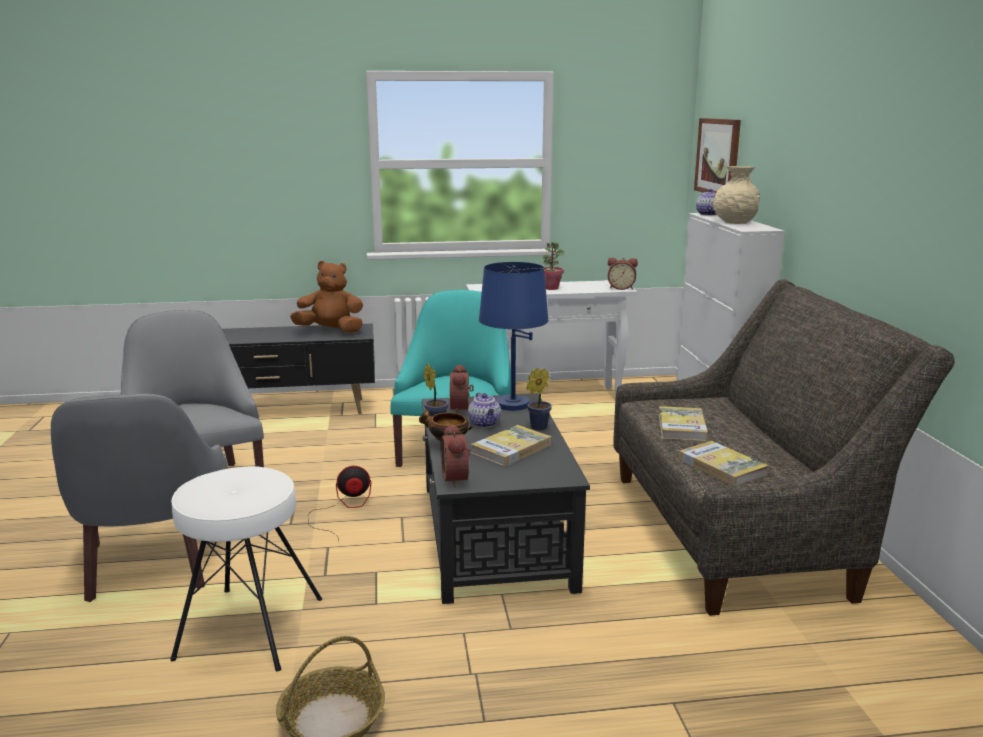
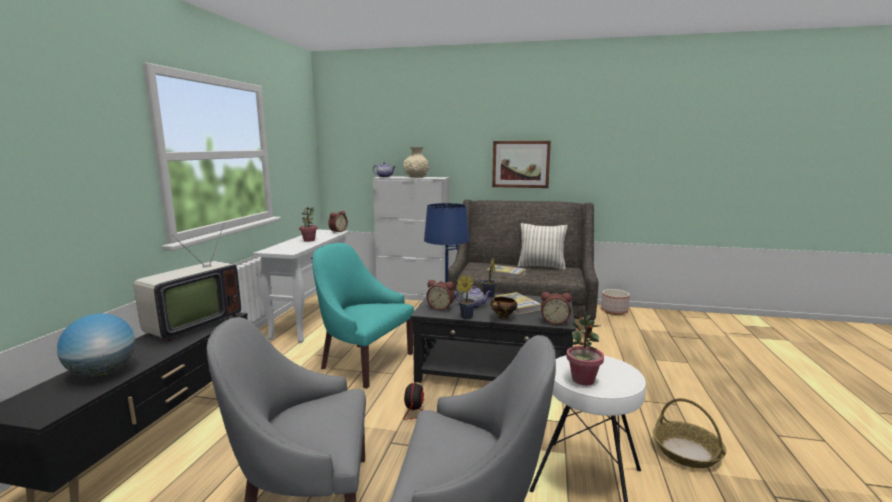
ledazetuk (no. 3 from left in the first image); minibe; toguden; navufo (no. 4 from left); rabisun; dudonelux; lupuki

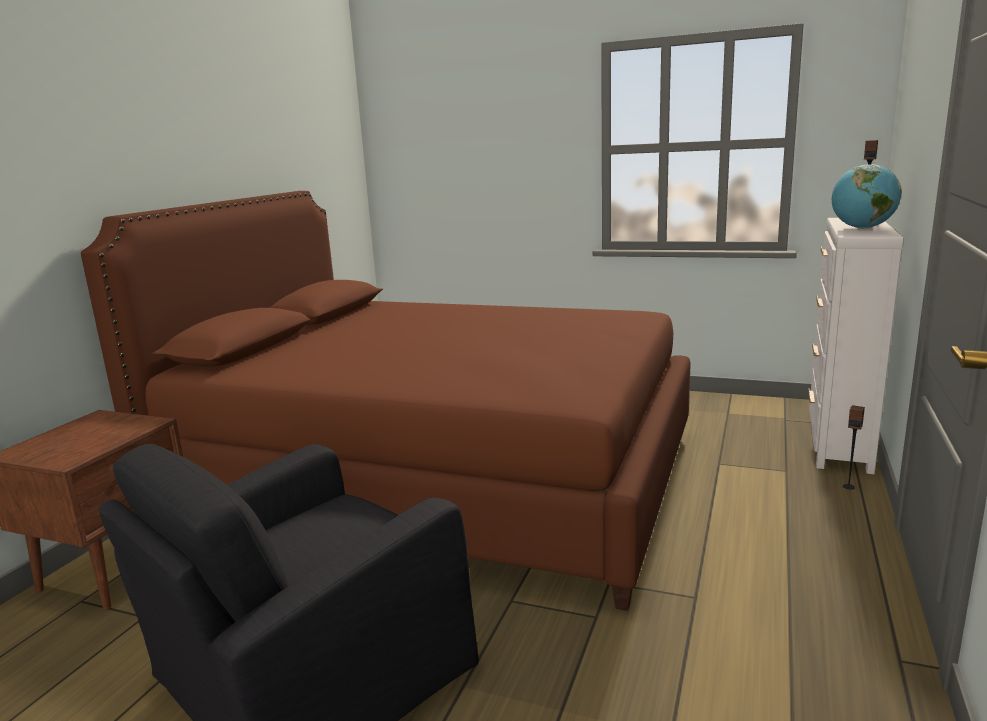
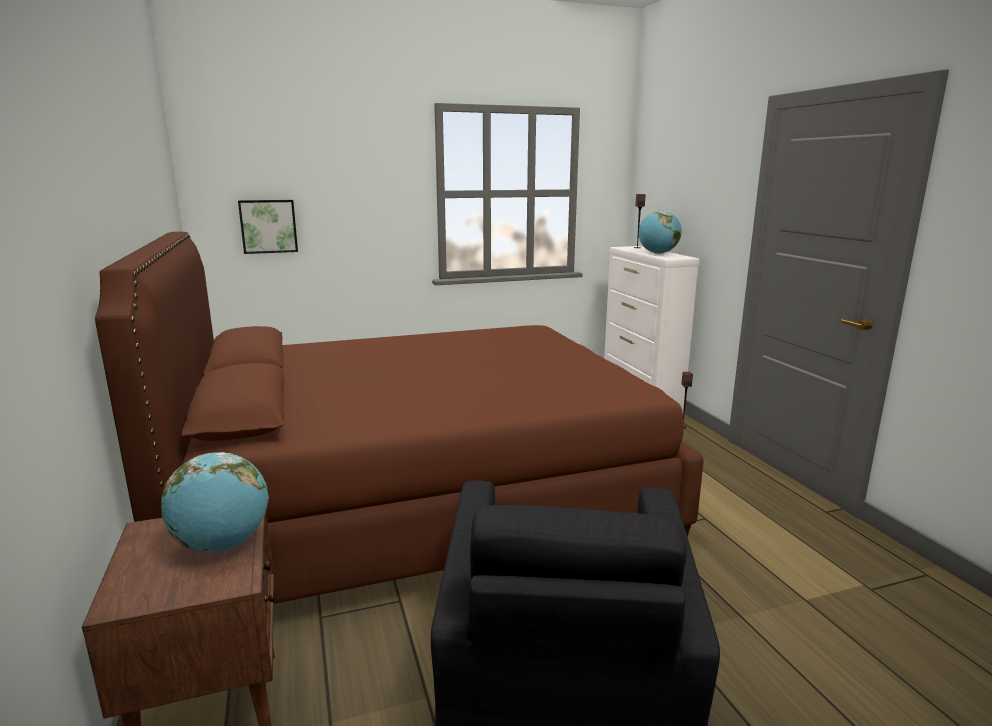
minibe (no. 1 from left); dudonelux

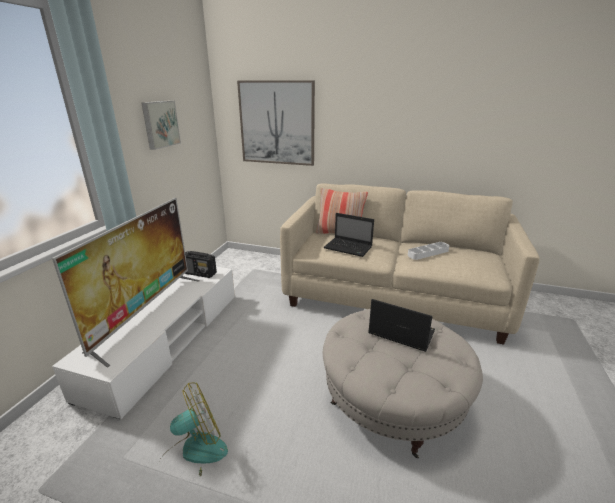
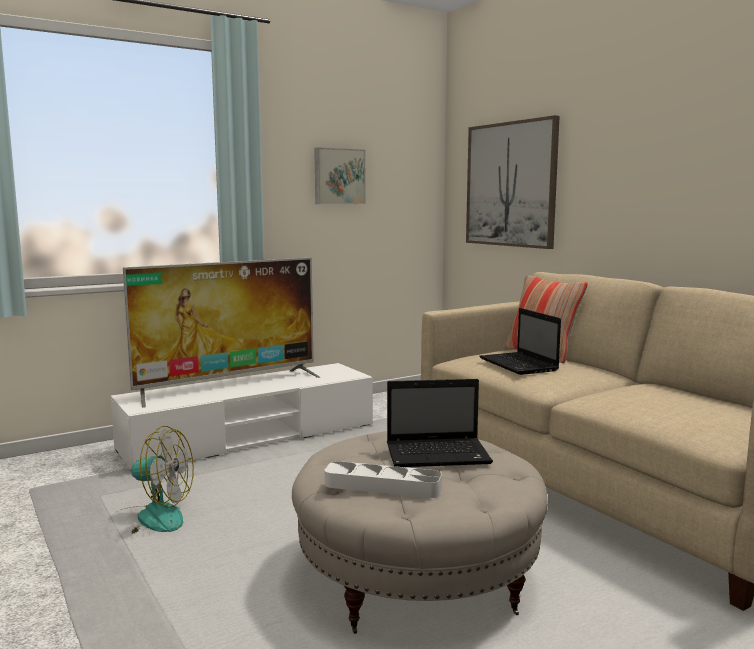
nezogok; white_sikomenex; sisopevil (no. 1 from left)

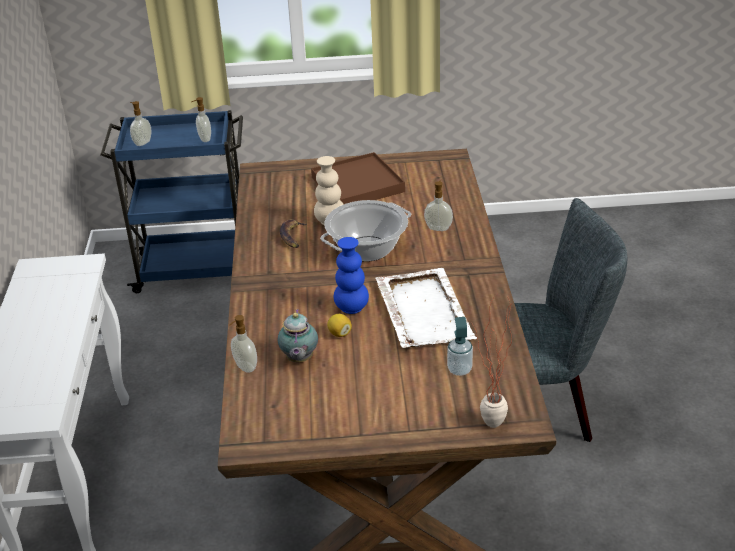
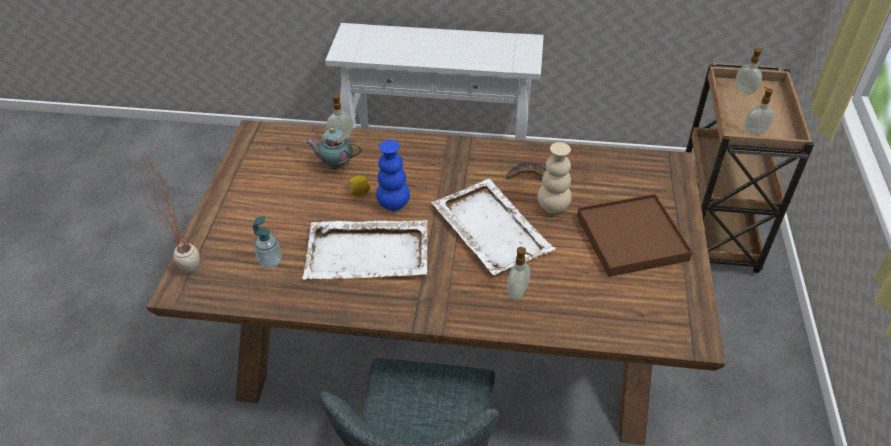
white_sikomenex (no. 2 from left); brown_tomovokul

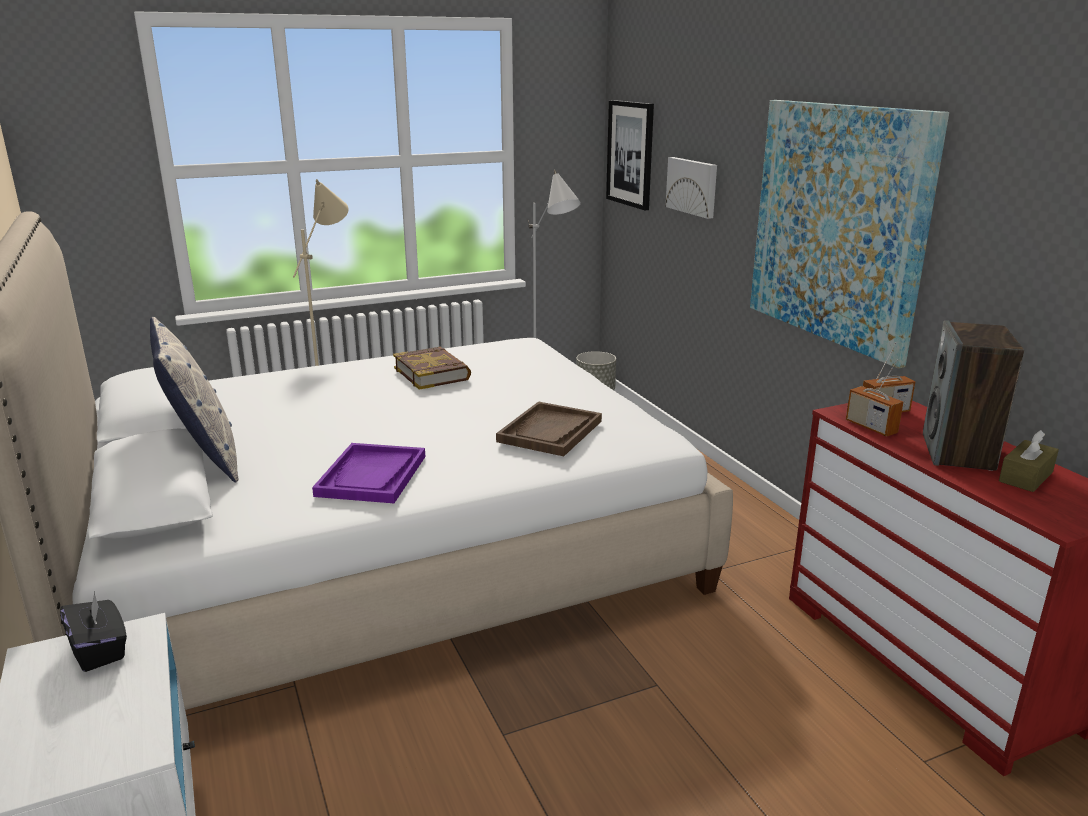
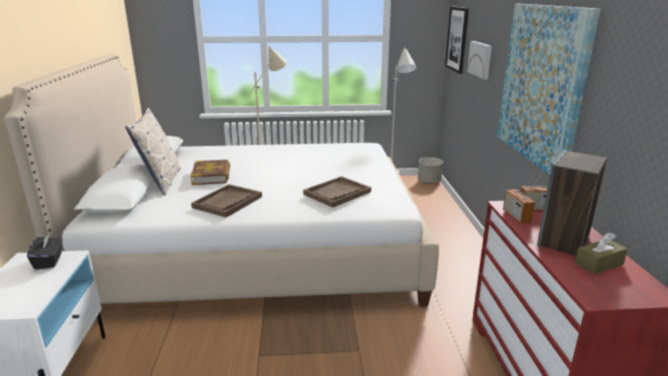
ledazetuk; brown_sikomenex (no. 1 from left)

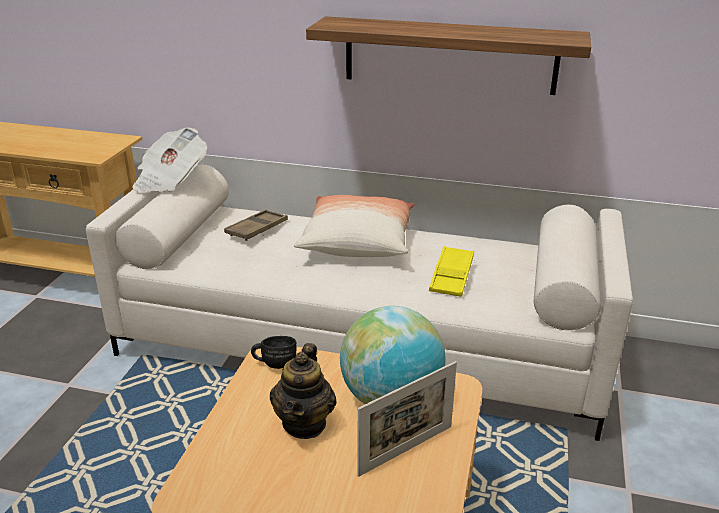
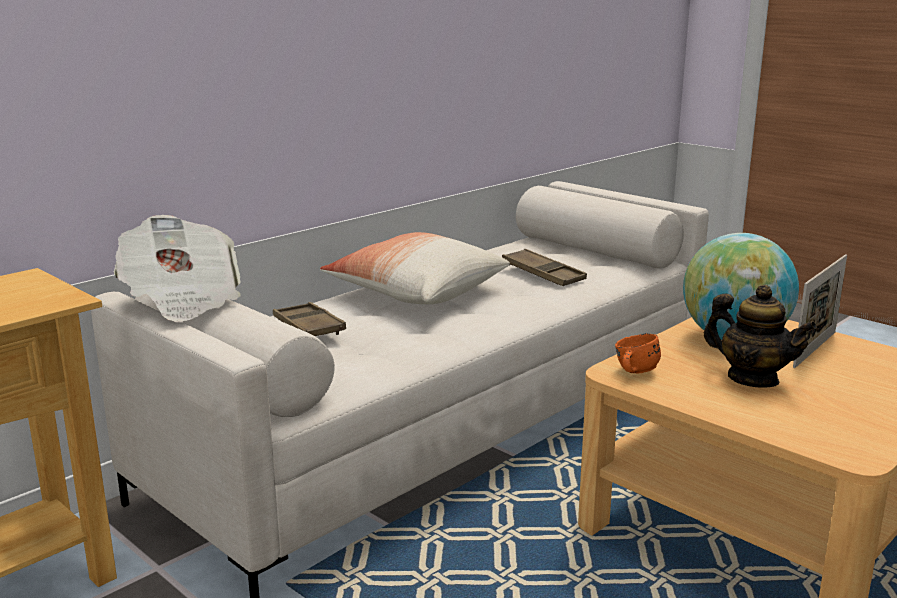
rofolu; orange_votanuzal; brown_sikomenex (no. 2 from left); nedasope

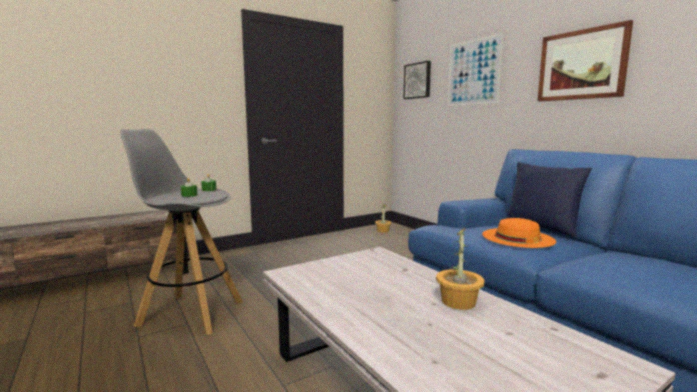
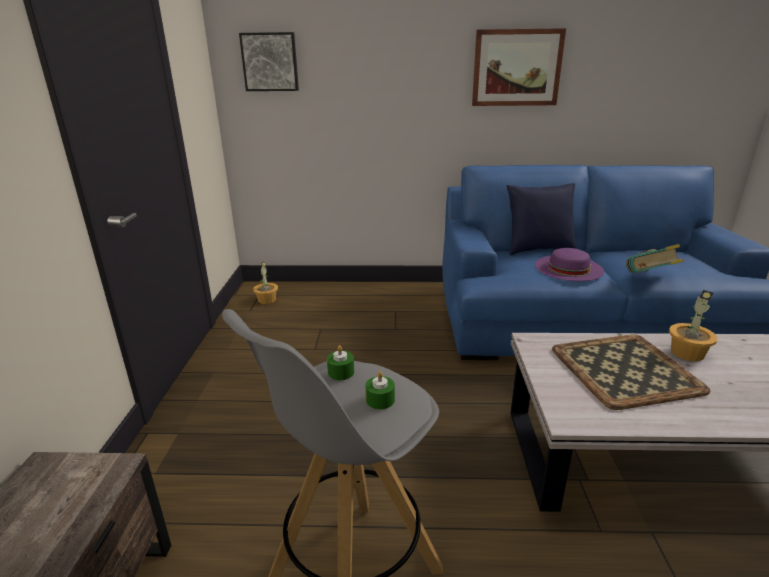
dudonelux (no. 2 from left in the first image); sikomenex; ledazetuk; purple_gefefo

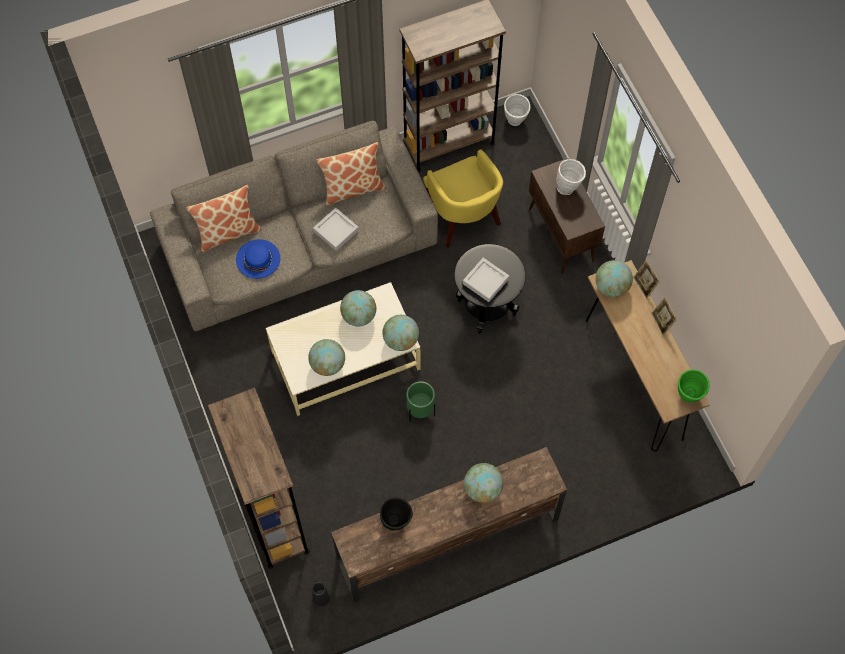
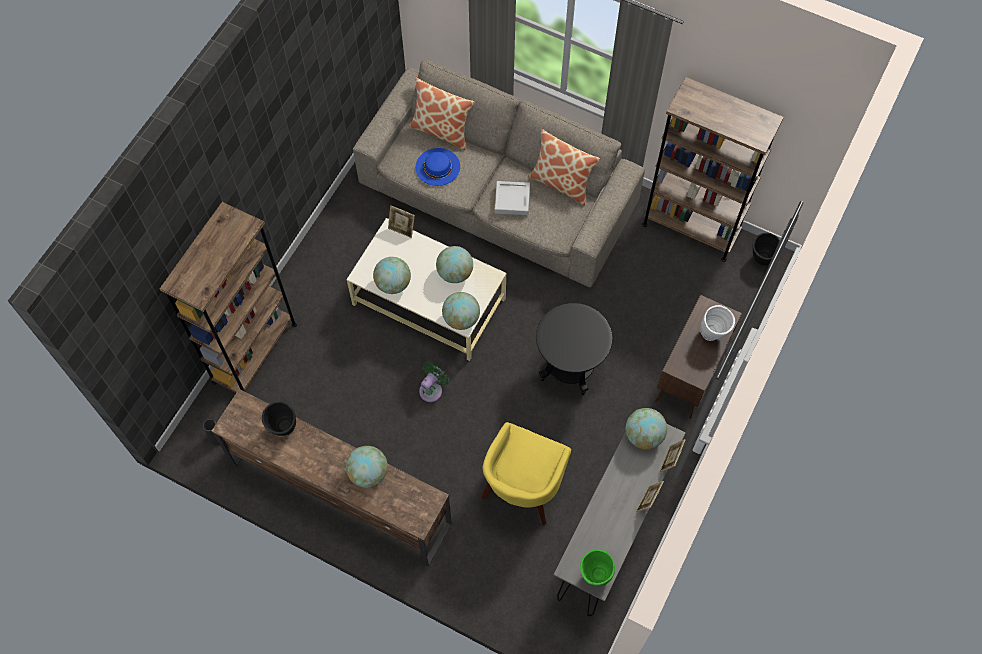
grey_sikomenex (no. 2 from left in the first image); nedasope (no. 1 from left); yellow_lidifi; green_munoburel; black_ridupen (no. 3 from left); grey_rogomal

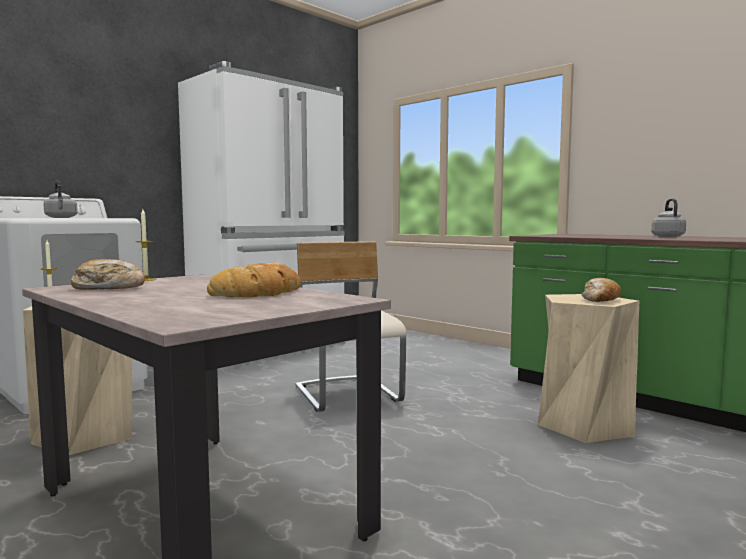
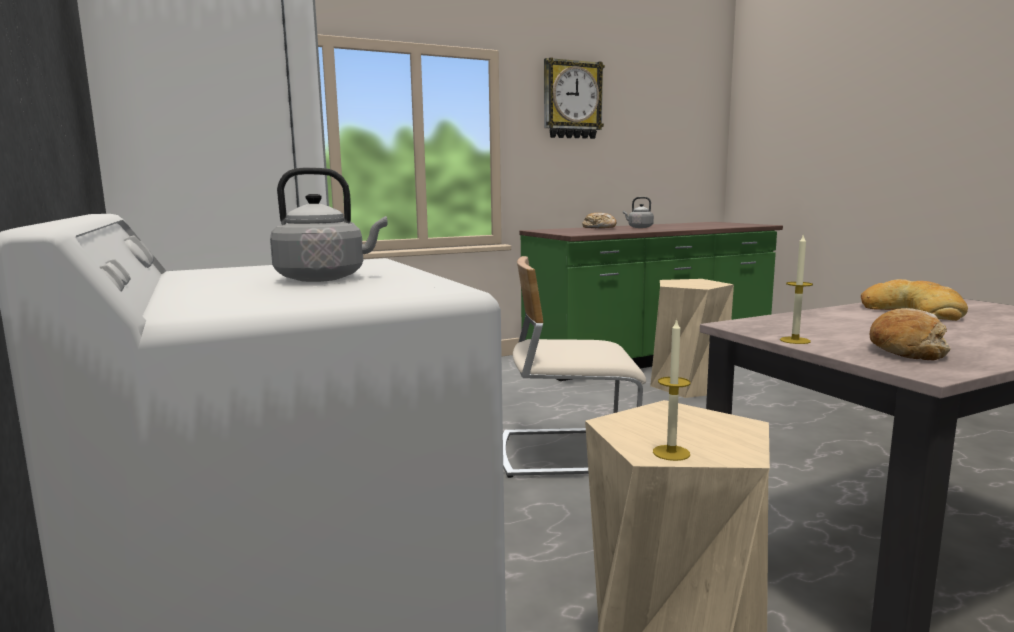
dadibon; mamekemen (no. 1 from left)

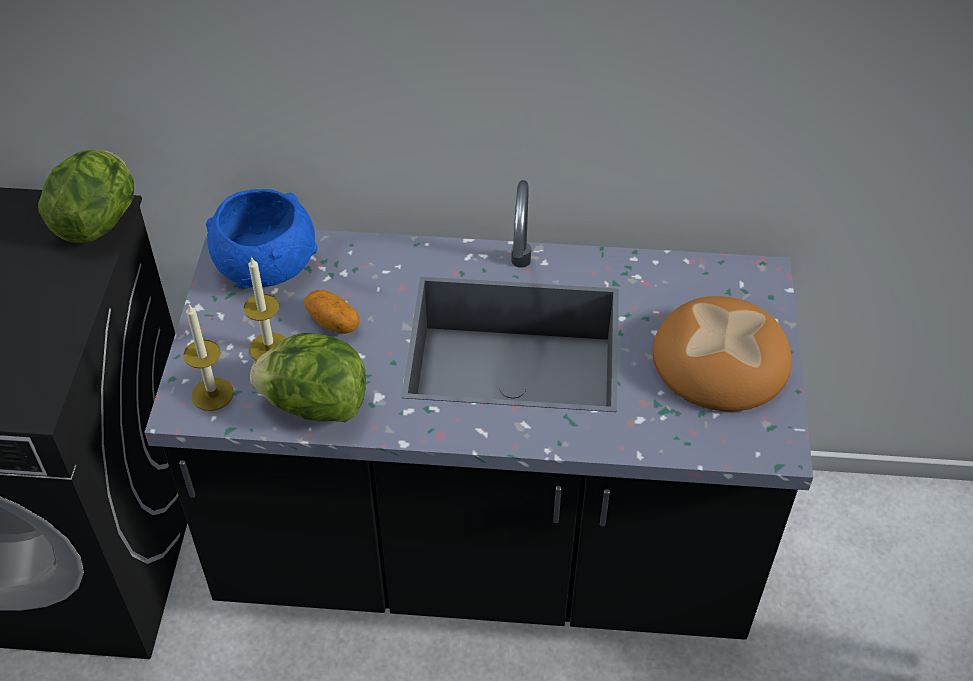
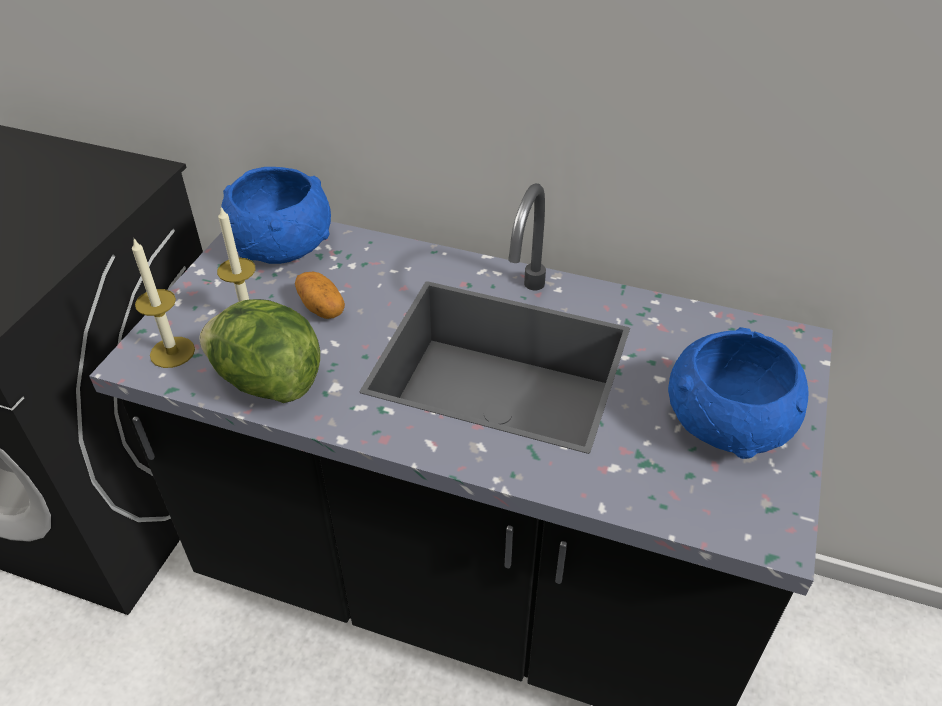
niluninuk (no. 1 from left in the first image); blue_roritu (no. 2 from left)

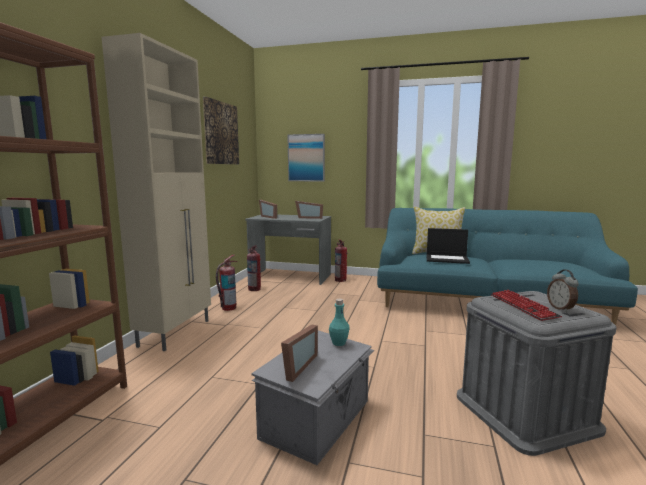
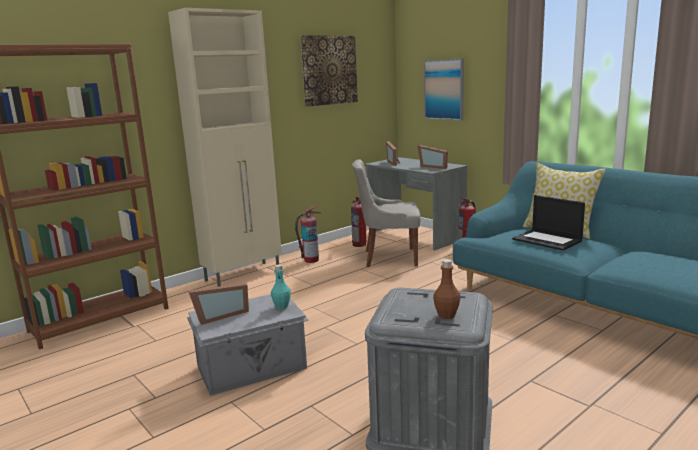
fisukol; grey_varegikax; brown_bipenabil

